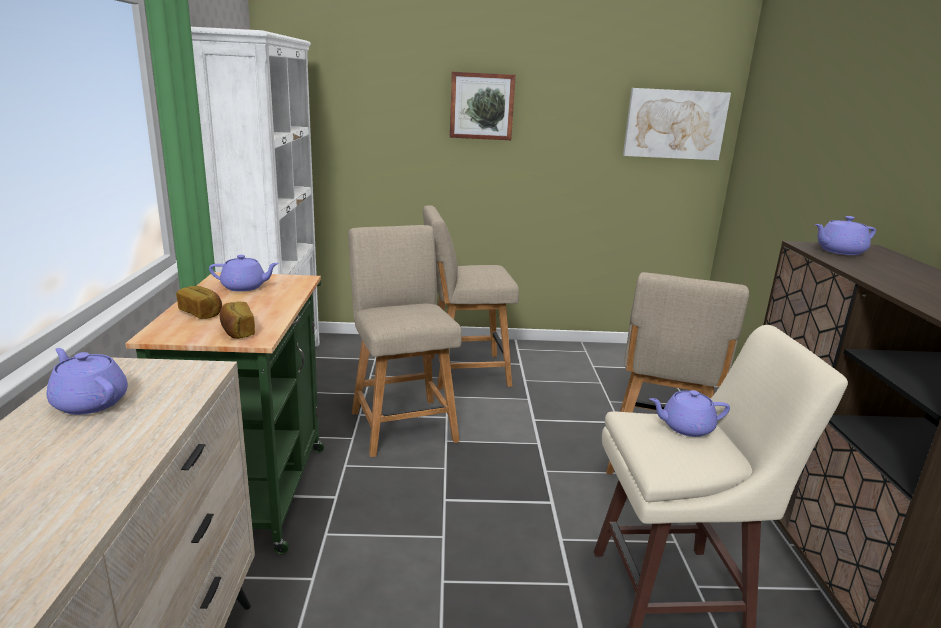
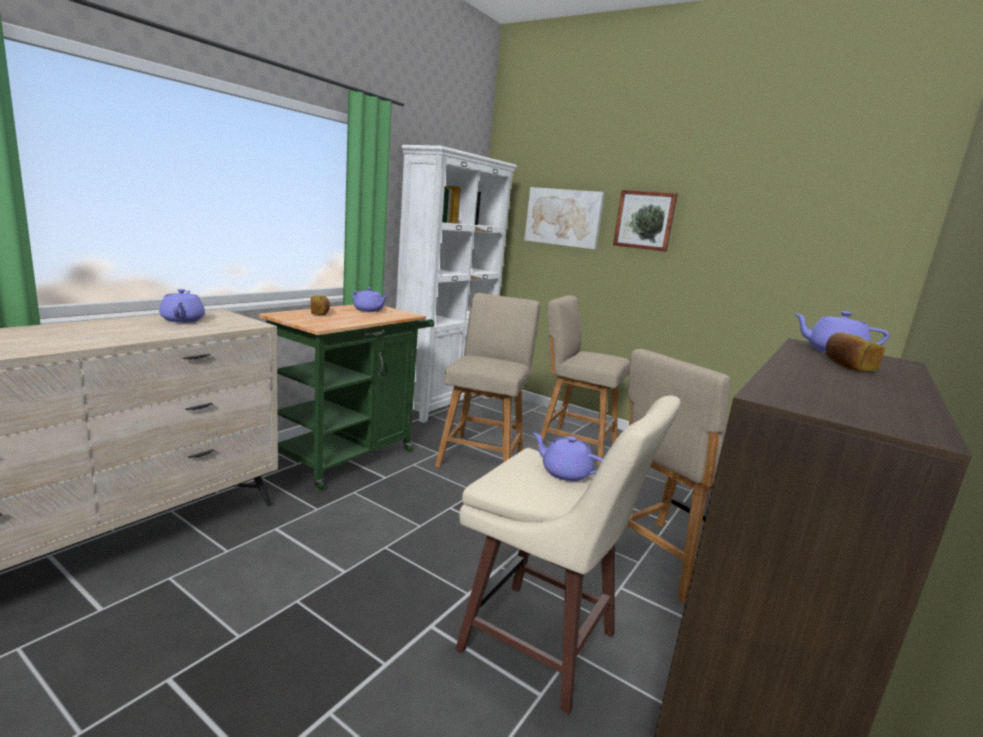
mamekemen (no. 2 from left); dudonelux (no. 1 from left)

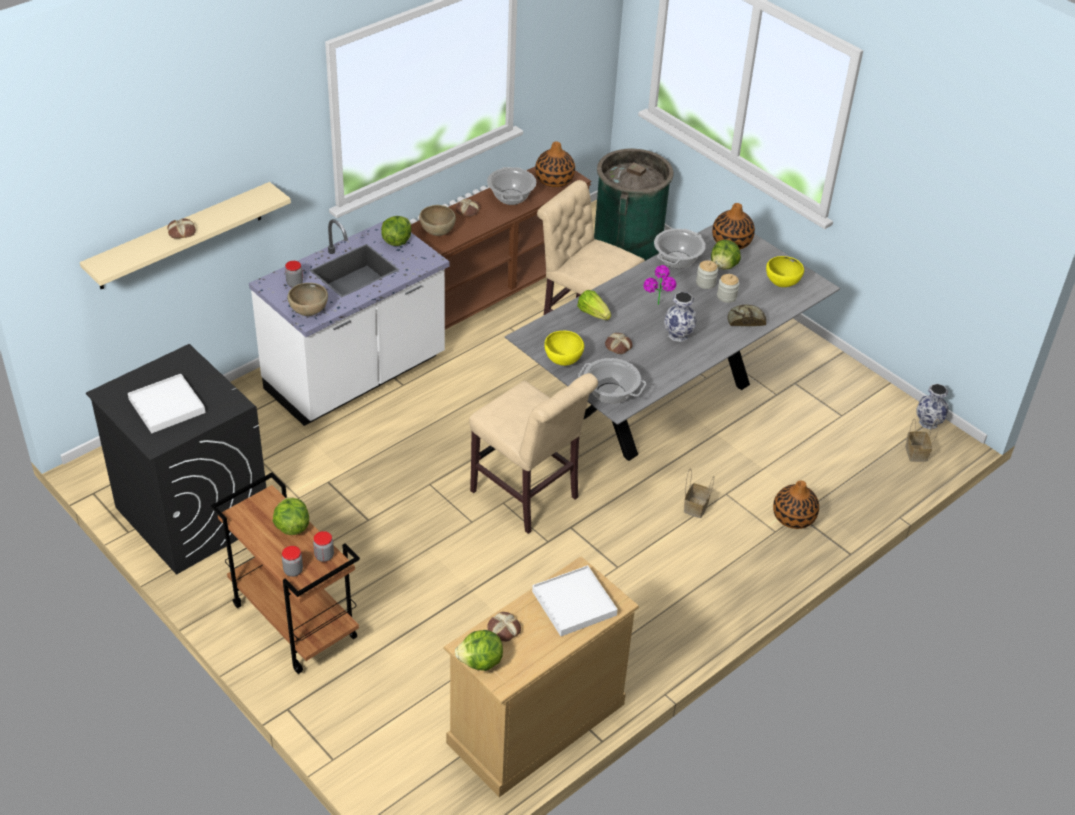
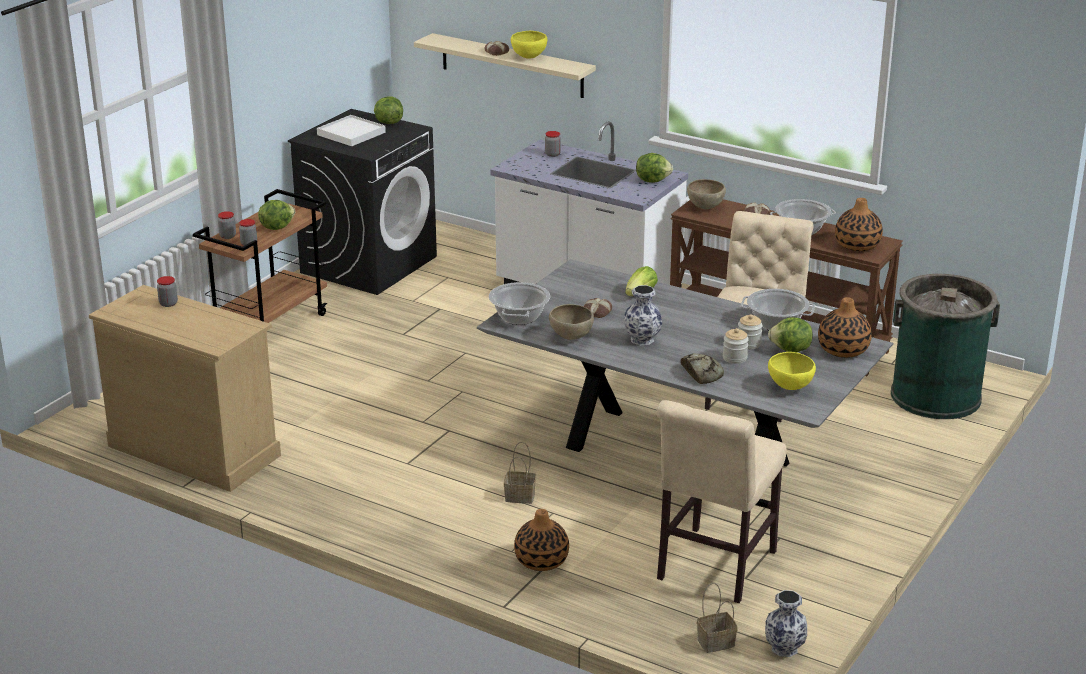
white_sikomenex (no. 2 from left in the first image); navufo; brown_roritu (no. 1 from left); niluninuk (no. 2 from left); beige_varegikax (no. 1 from left); yellow_roritu (no. 1 from left); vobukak (no. 1 from left)

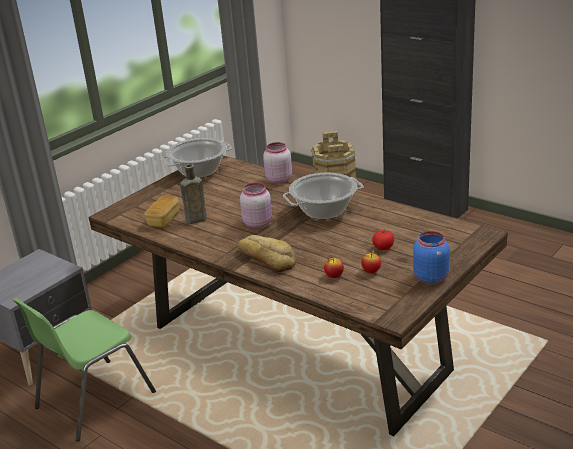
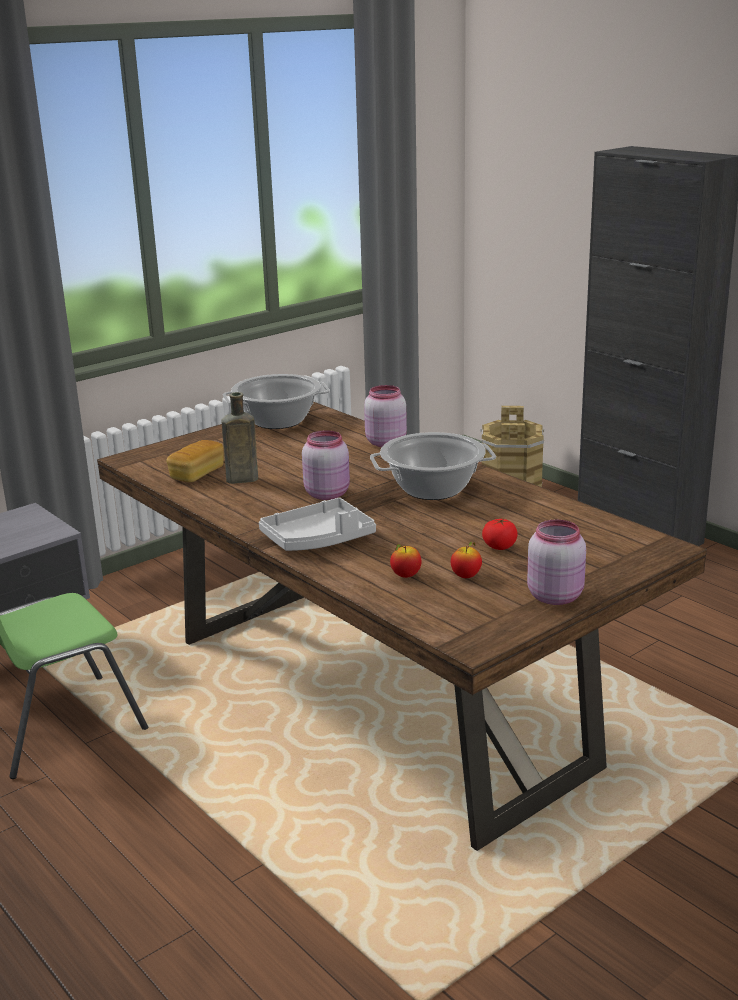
grey_sikomenex; pink_vobukak (no. 3 from left)

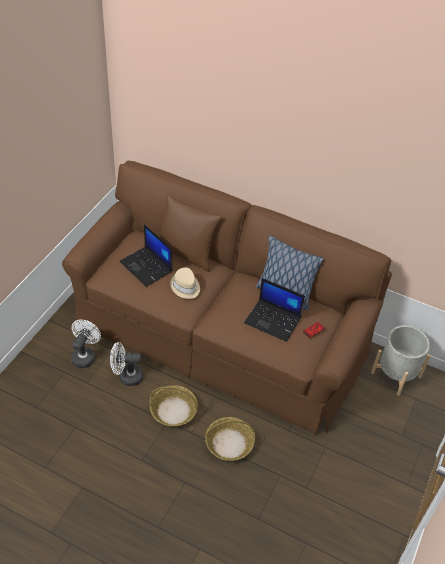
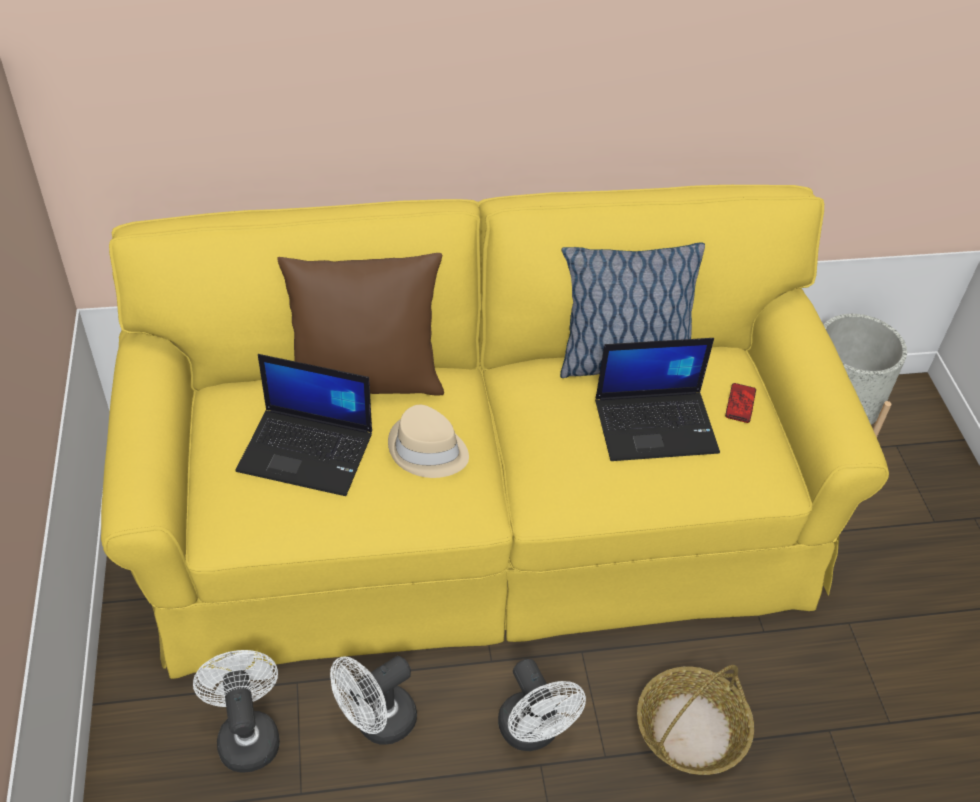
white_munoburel (no. 3 from left); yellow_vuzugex

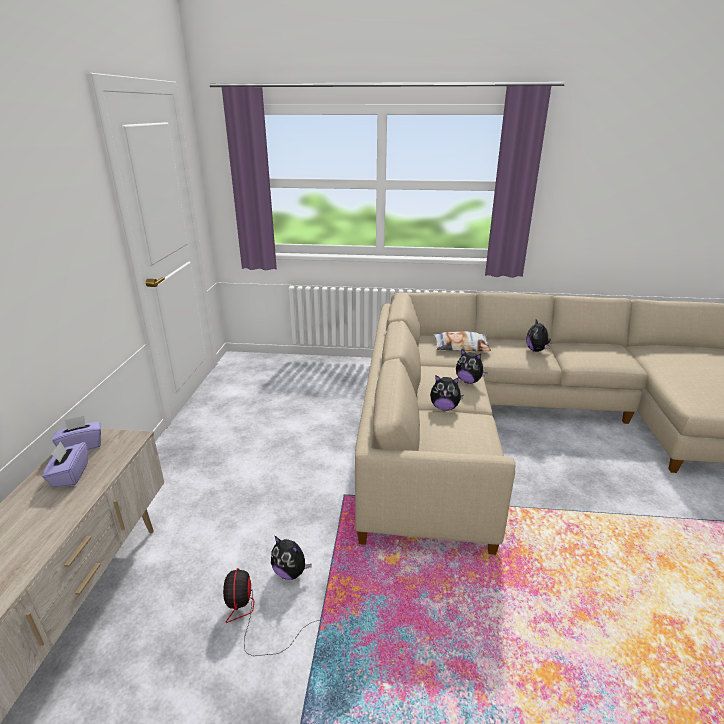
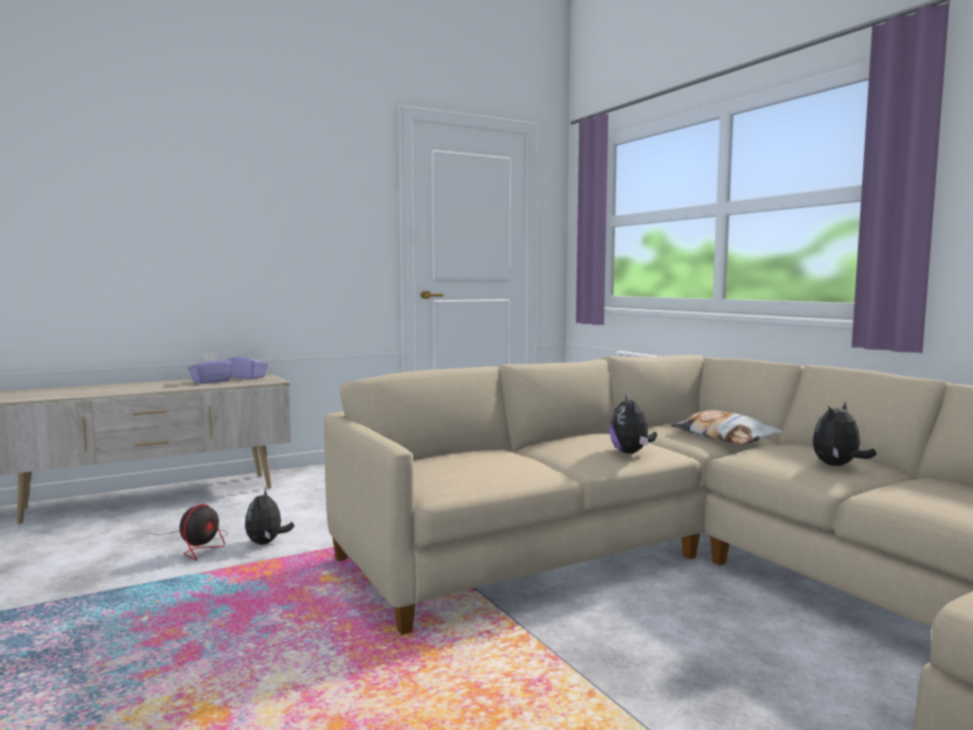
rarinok (no. 2 from left in the first image); munoburel

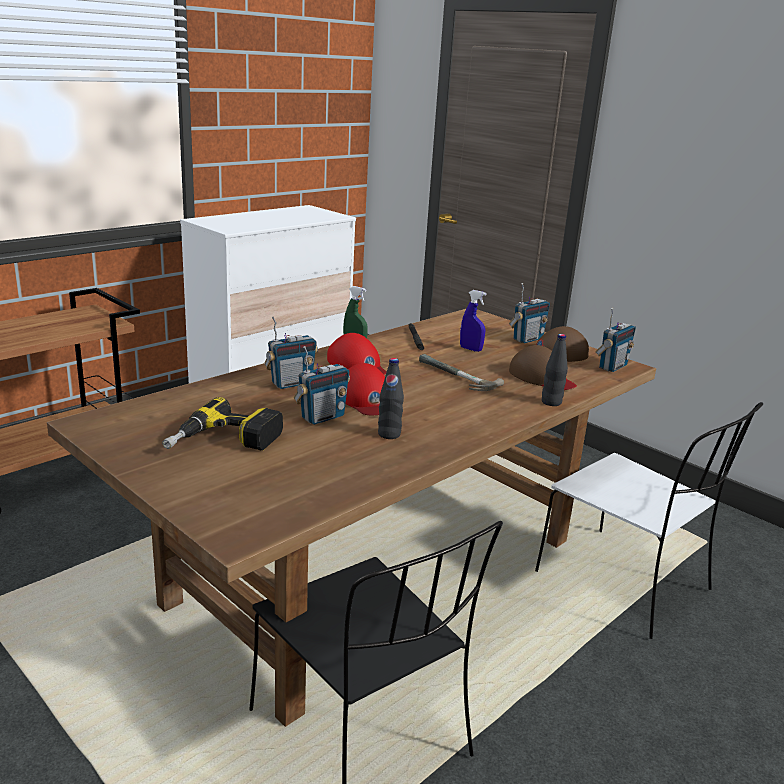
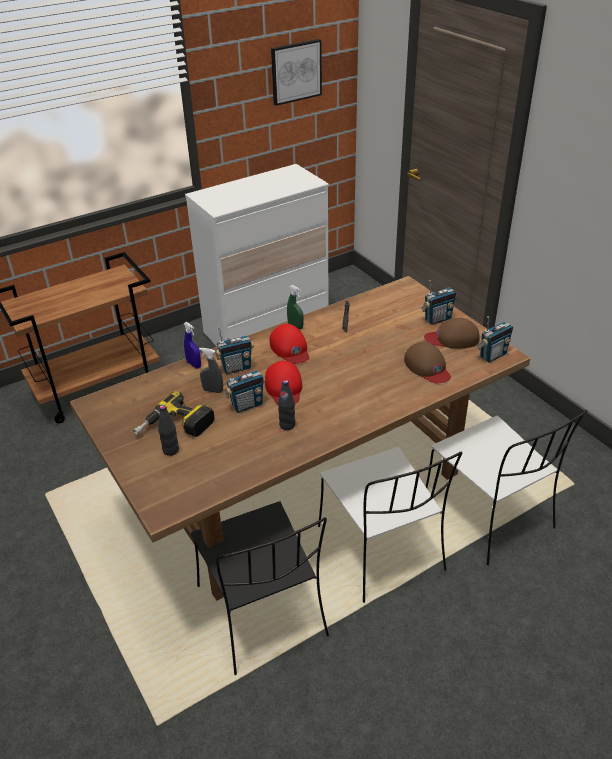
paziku; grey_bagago; dudonelux; white_varegikax (no. 1 from left); blue_bagago; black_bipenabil (no. 1 from left)

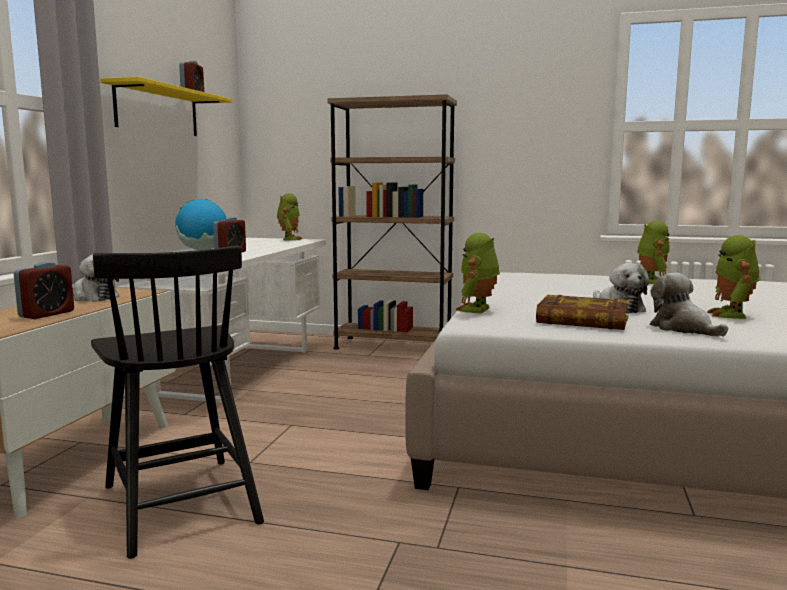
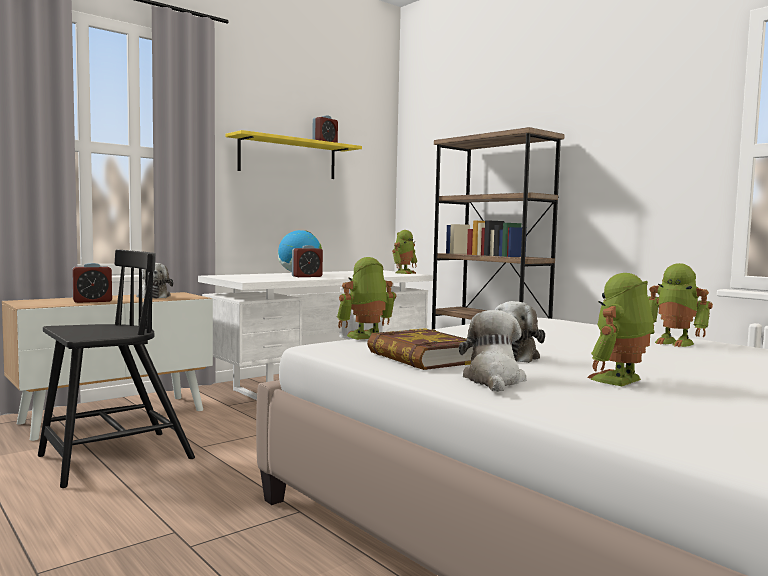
black_varegikax; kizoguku (no. 4 from left)

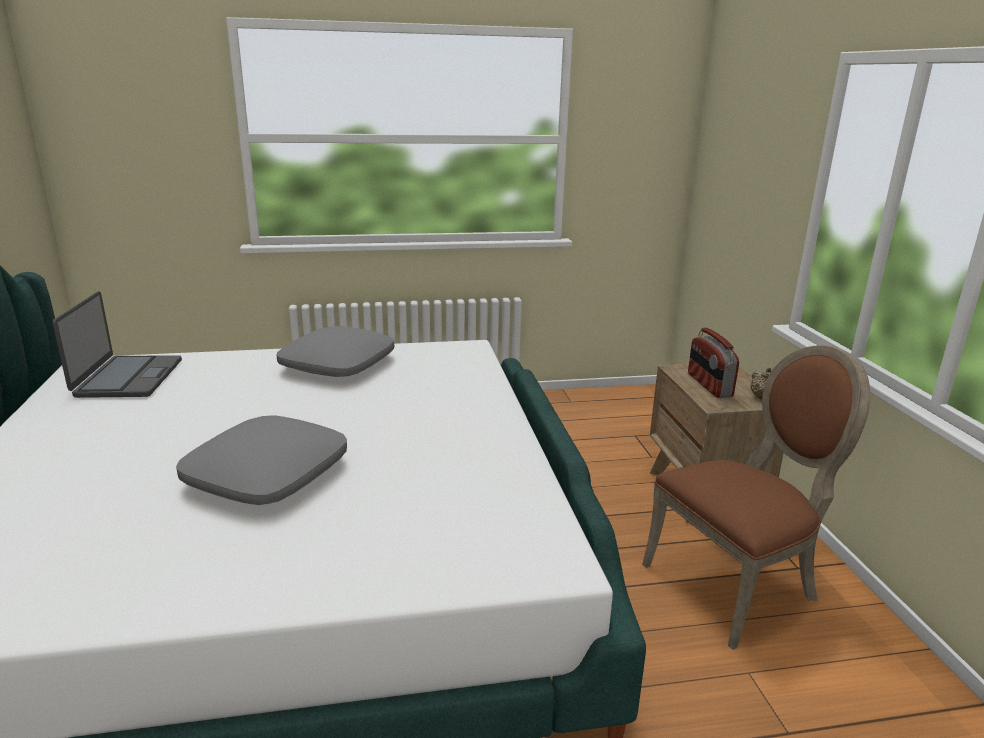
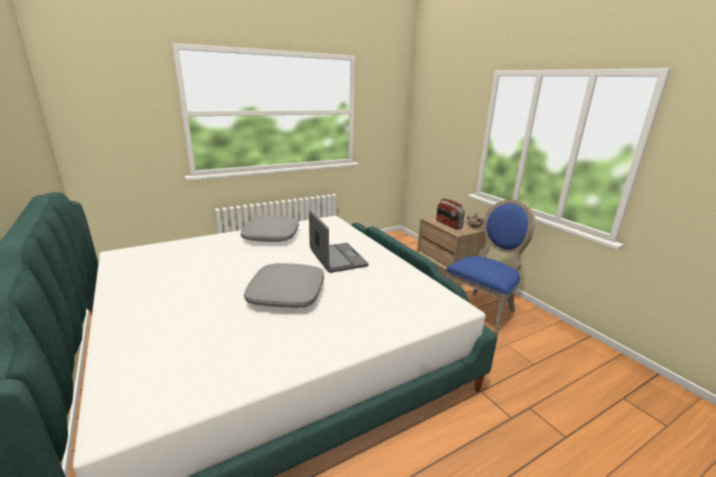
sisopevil; blue_varegikax

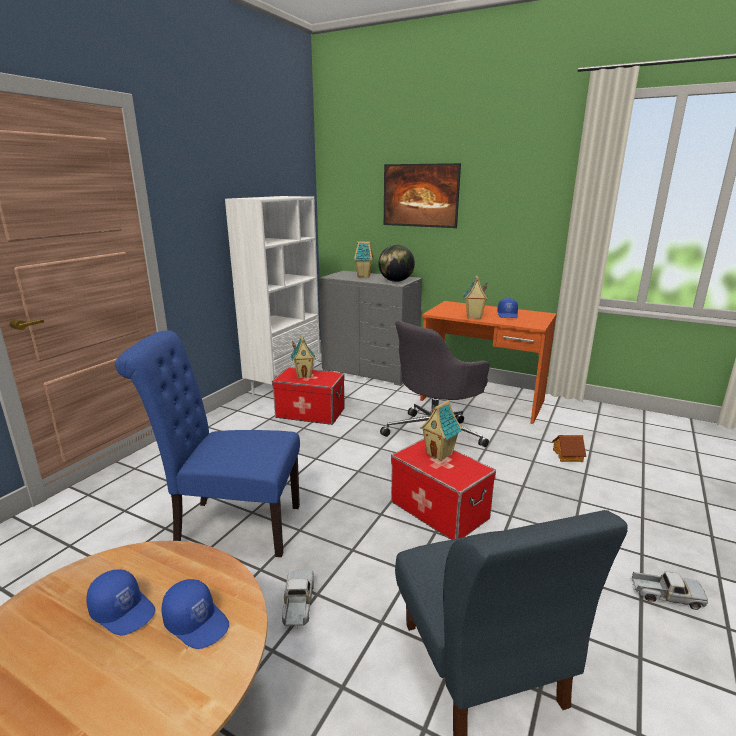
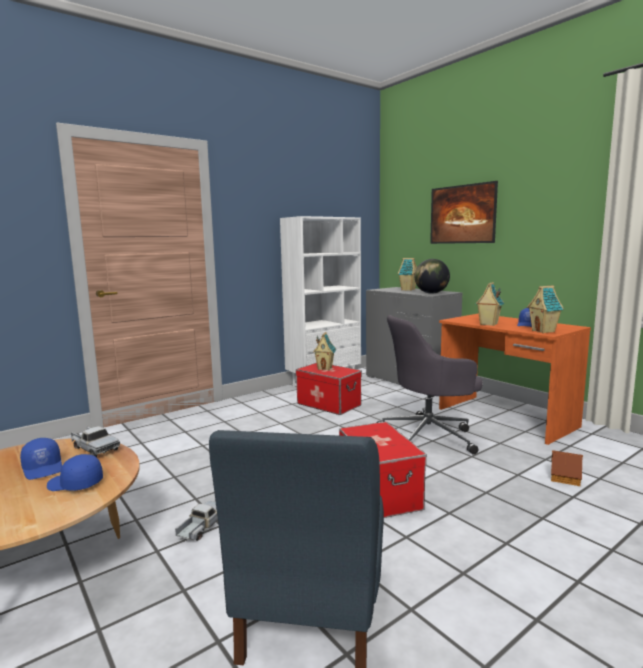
blue_varegikax (no. 1 from left in the first image); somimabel (no. 4 from left); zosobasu (no. 1 from left); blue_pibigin (no. 2 from left)

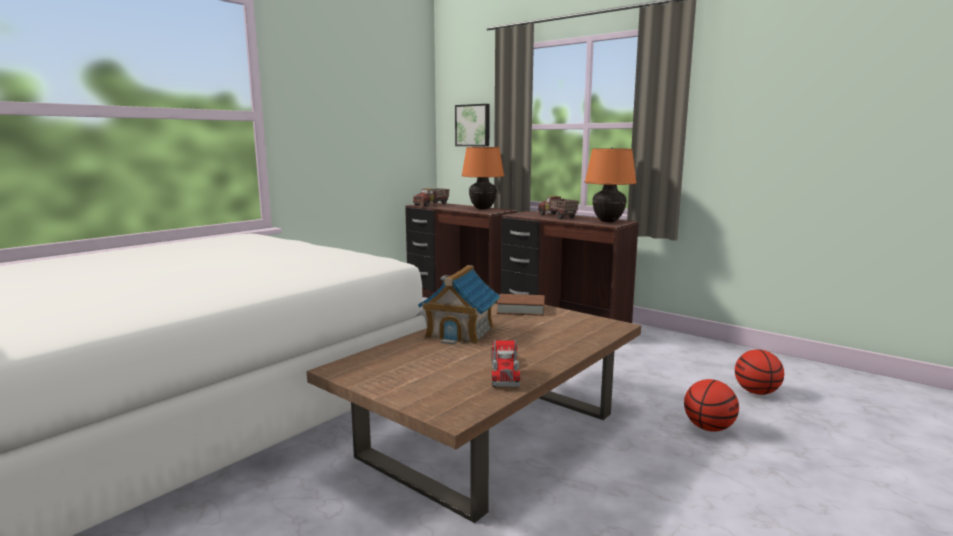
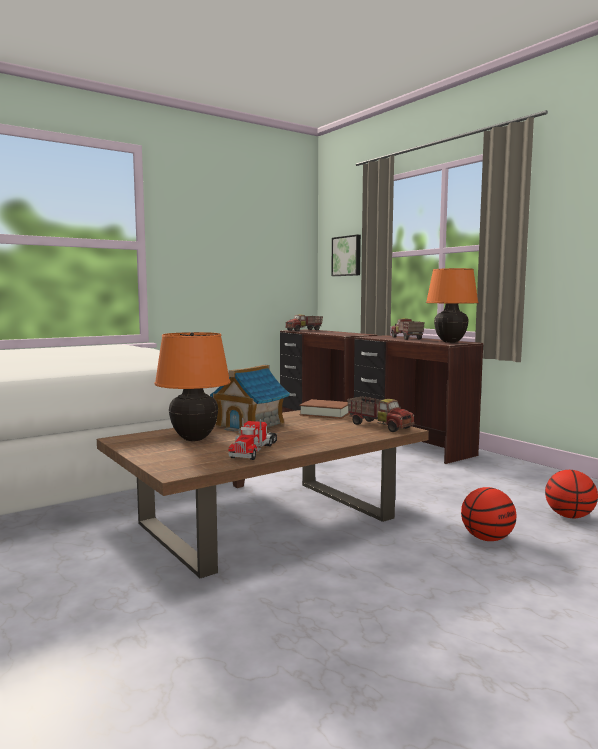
zosobasu (no. 3 from left); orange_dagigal (no. 1 from left)

